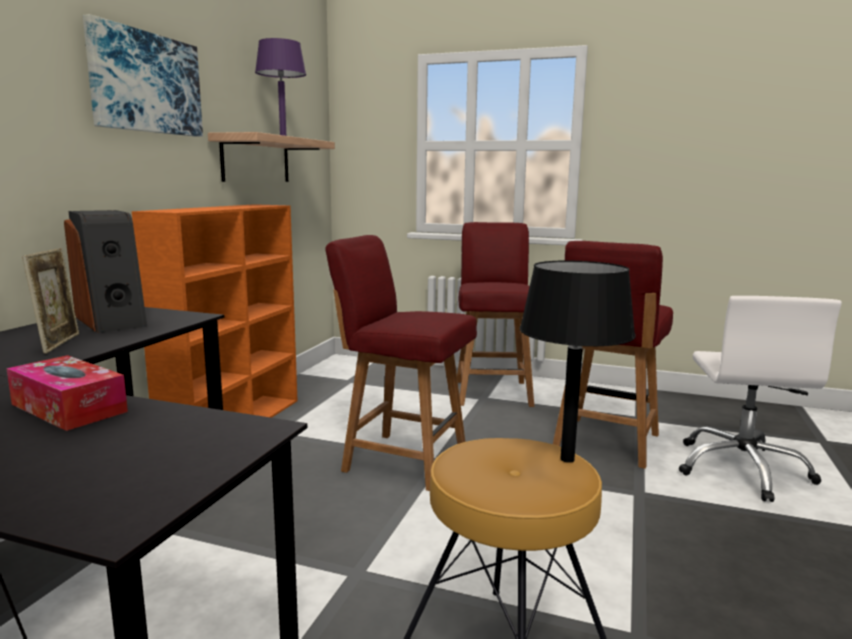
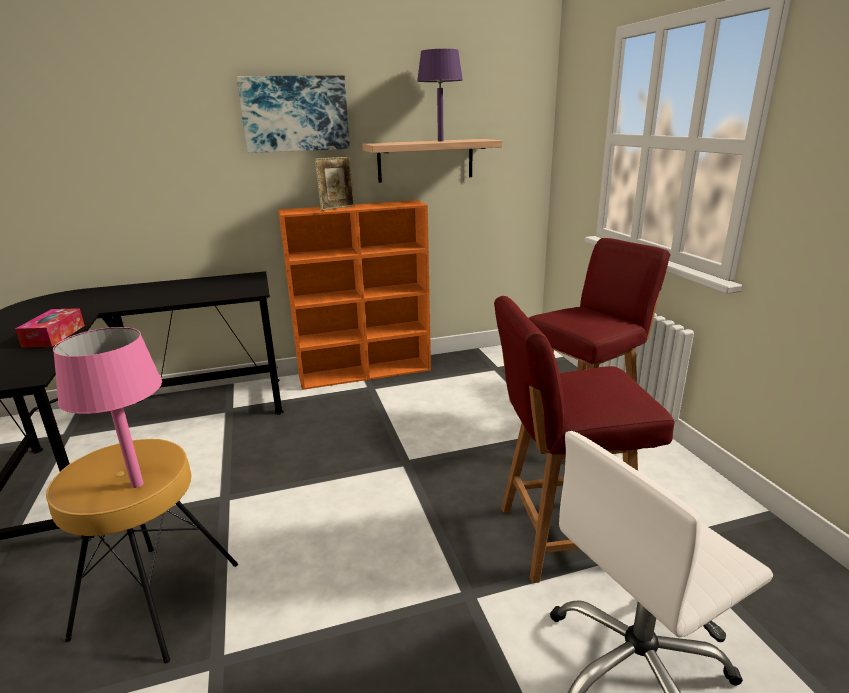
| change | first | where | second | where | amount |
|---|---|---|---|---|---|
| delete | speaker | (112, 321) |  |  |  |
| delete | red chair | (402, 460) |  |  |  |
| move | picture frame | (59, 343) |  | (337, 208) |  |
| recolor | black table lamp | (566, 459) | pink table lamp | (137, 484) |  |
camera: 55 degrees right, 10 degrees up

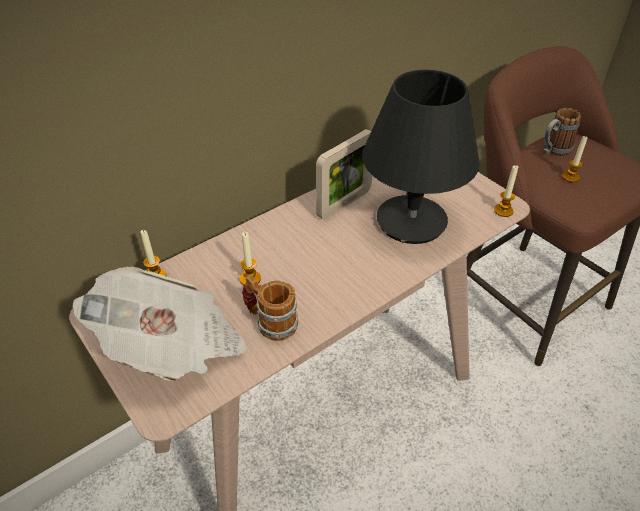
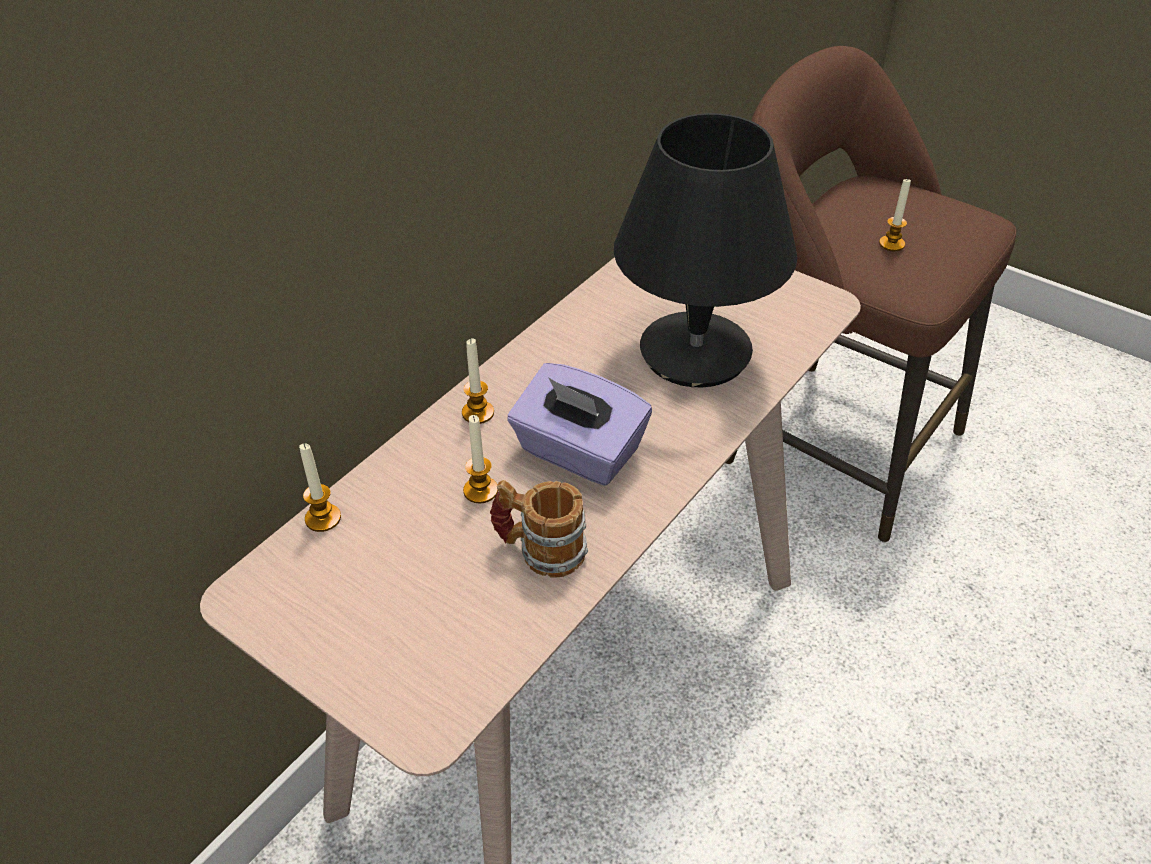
| change | first | where | second | where | amount |
|---|---|---|---|---|---|
| delete | newspaper | (173, 346) |  |  |  |
| delete | picture frame | (344, 203) |  |  |  |
| delete | mug | (553, 150) |  |  |  |
| insert |  |  | purple tissue box | (578, 452) |  |
| move | candle | (503, 211) |  | (478, 413) |  |
camera: 15 degrees left, 0 degrees up

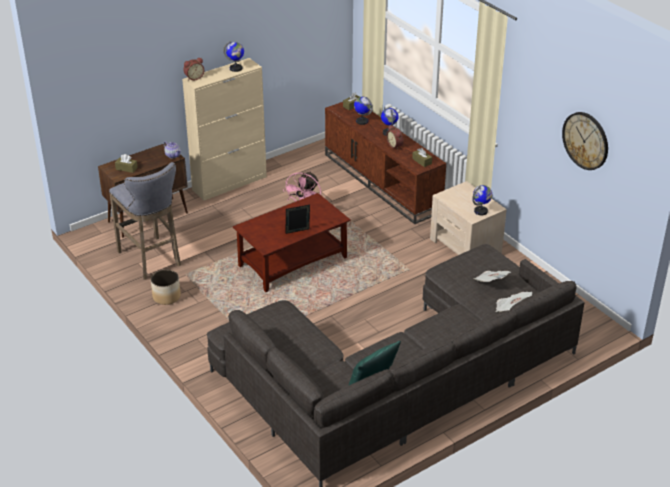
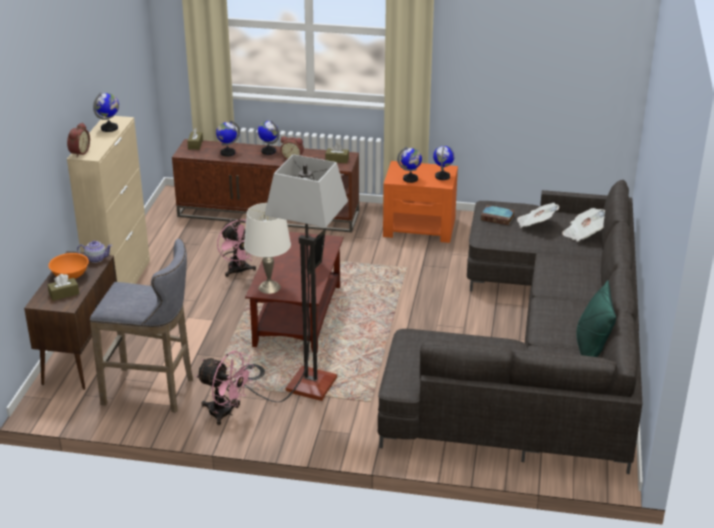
| change | first | where | second | where | amount |
|---|---|---|---|---|---|
| delete | wall clock | (585, 140) |  |  |  |
| insert |  |  | orange bowl | (70, 275) |  |
| insert |  |  | floor lamp | (296, 384) |  |
| insert |  |  | white table lamp | (269, 287) |  |
| insert |  |  | globe | (410, 179) |  |
| insert |  |  | book | (498, 217) |  |
| replace | planter | (167, 296) | pink fan | (226, 413) |  |
| recolor | beige nightstand | (465, 246) | orange nightstand | (420, 227) |  |
camera: 45 degrees left, 5 degrees down

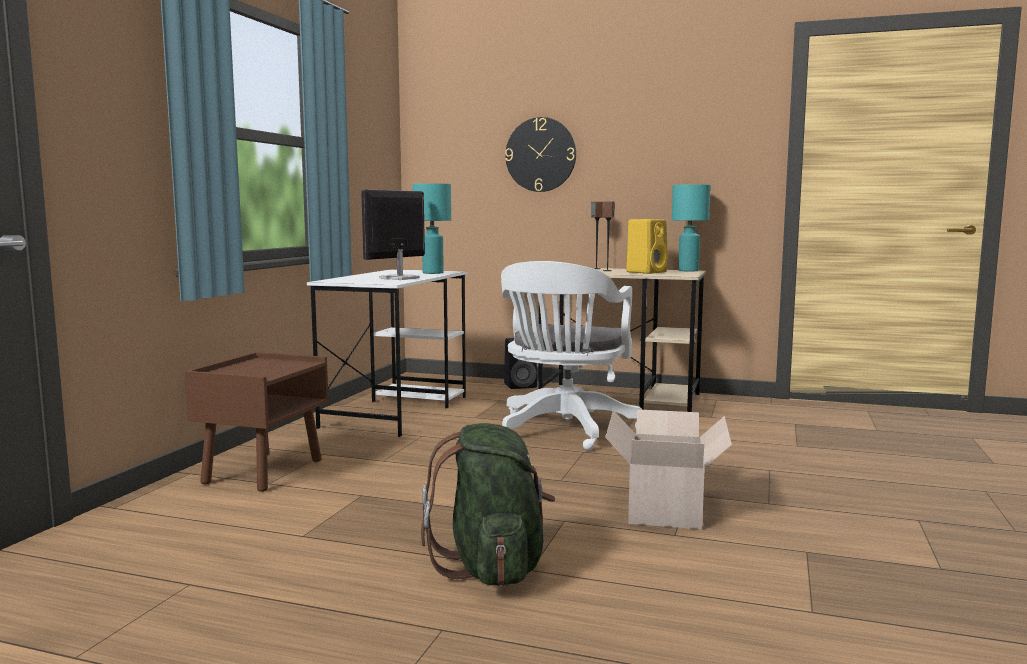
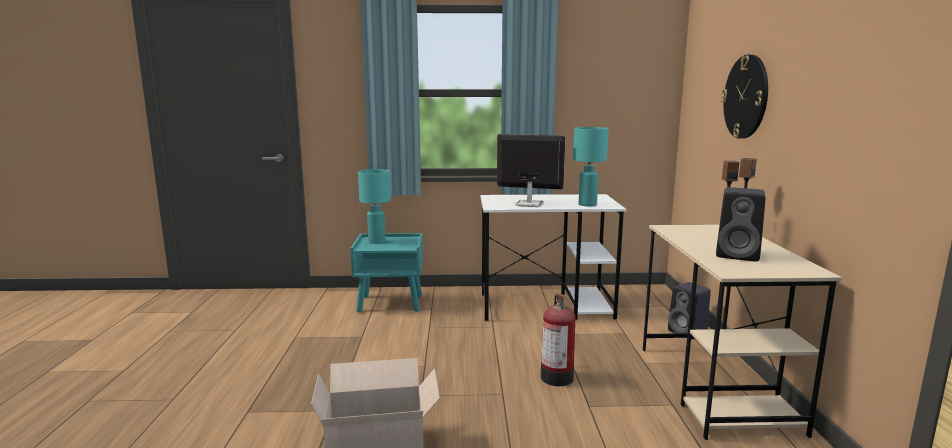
| change | first | where | second | where | amount |
|---|---|---|---|---|---|
| delete | green backpack | (492, 567) |  |  |  |
| move | turquoise table lamp | (688, 271) |  | (376, 241) |  |
| replace | white office chair | (564, 431) | fire extinguisher | (556, 376) |  |
| recolor | brown nightstand | (264, 471) | turquoise nightstand | (391, 303) |  |
| recolor | yellow speaker | (646, 272) | black speaker | (739, 255) |  |
camera: 70 degrees right, 5 degrees up

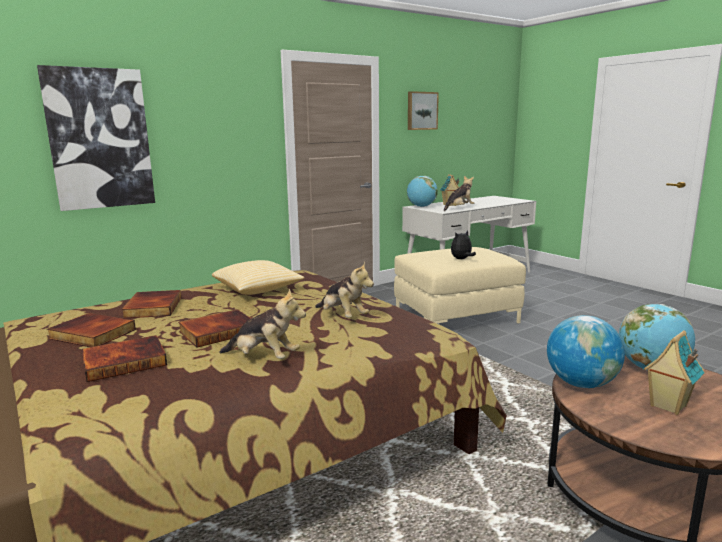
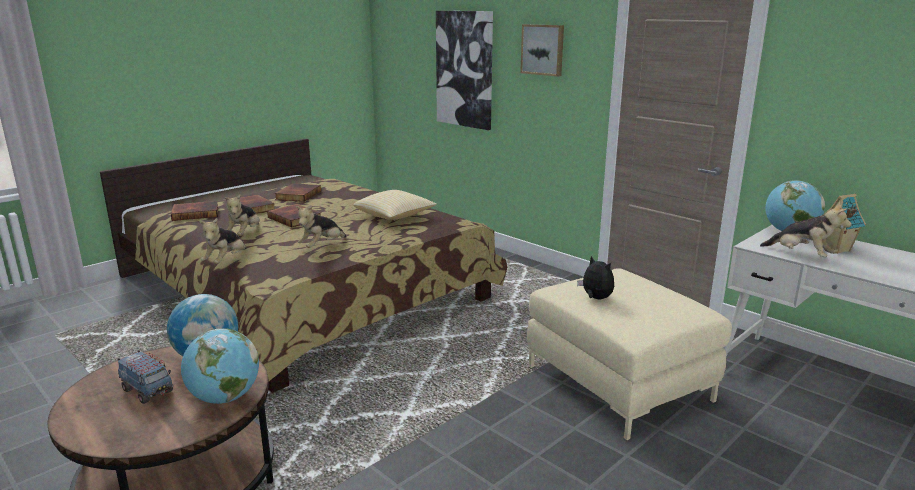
| change | first | where | second | where | amount |
|---|---|---|---|---|---|
| insert |  |  | plush toy | (226, 261) |  |
| move | book | (152, 307) |  | (196, 213) |  |
| move | picture | (421, 111) |  | (543, 49) |  |
| replace | toy house | (667, 406) | toy truck | (148, 391) |  |
camera: 80 degrees right, 5 degrees up

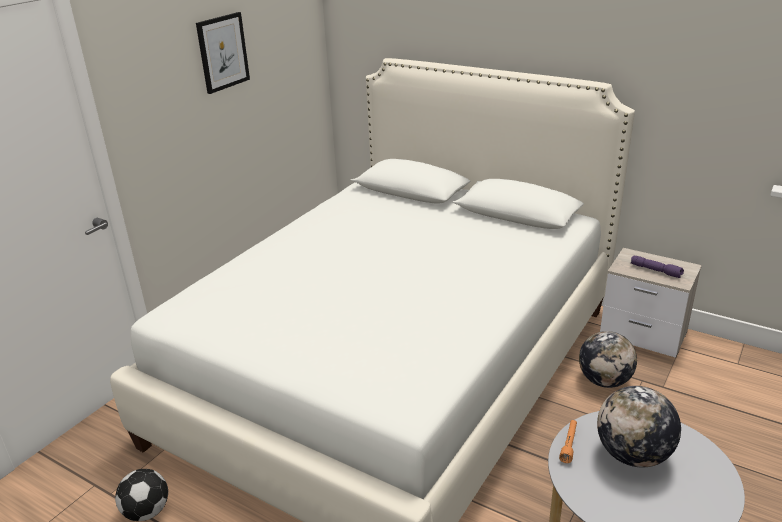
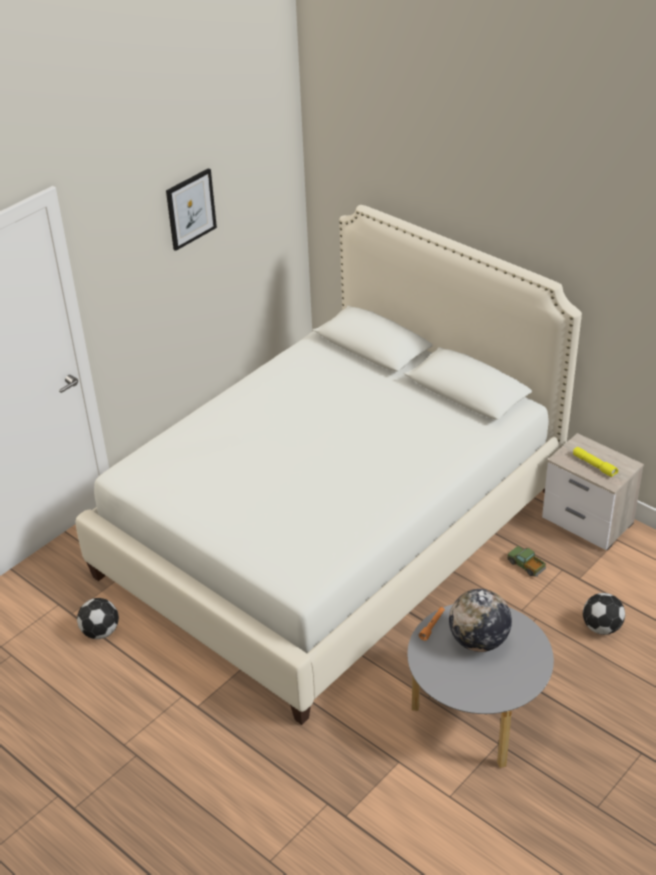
| change | first | where | second | where | amount |
|---|---|---|---|---|---|
| insert |  |  | football | (602, 627) |  |
| replace | globe | (604, 381) | toy truck | (526, 565) |  |
| recolor | purple flashlight | (656, 270) | yellow flashlight | (595, 465) |  |
camera: 10 degrees right, 10 degrees up

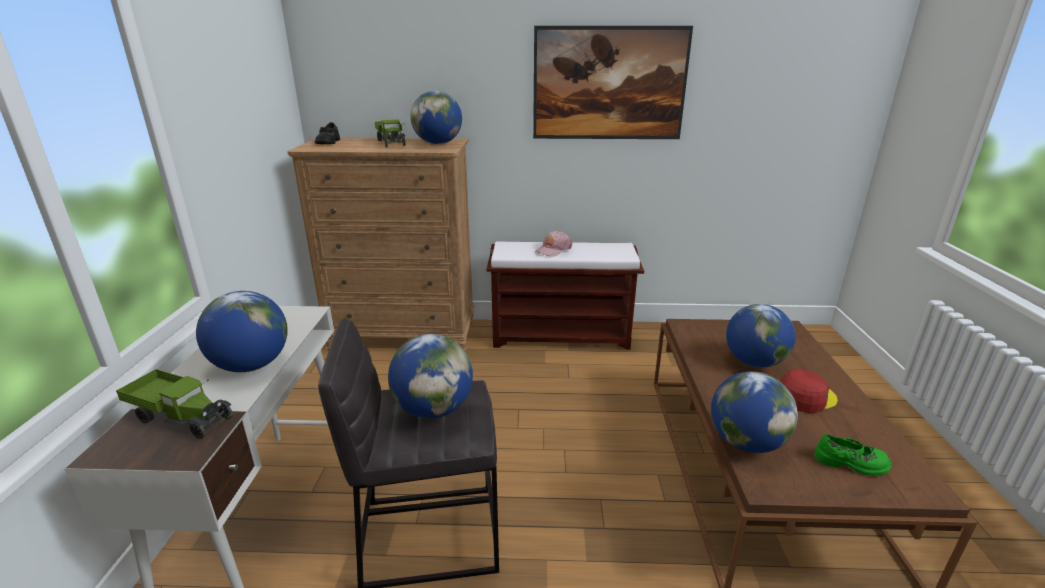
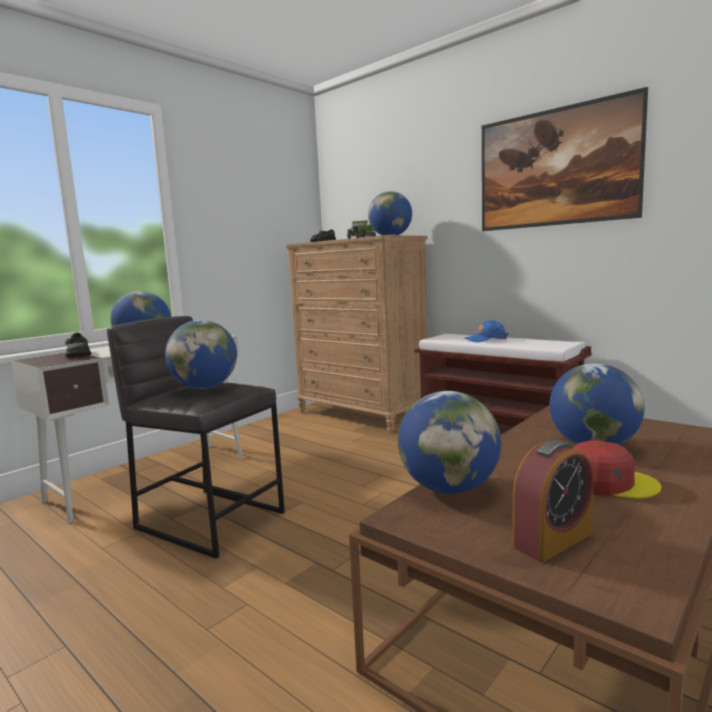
| change | first | where | second | where | amount |
|---|---|---|---|---|---|
| replace | toy truck | (181, 416) | black shoe | (78, 355) |  |
| replace | green shoe | (851, 463) | alarm clock | (552, 540) |  |
| recolor | pink cap | (553, 250) | blue cap | (486, 339) |  |
camera: 40 degrees right, 15 degrees down

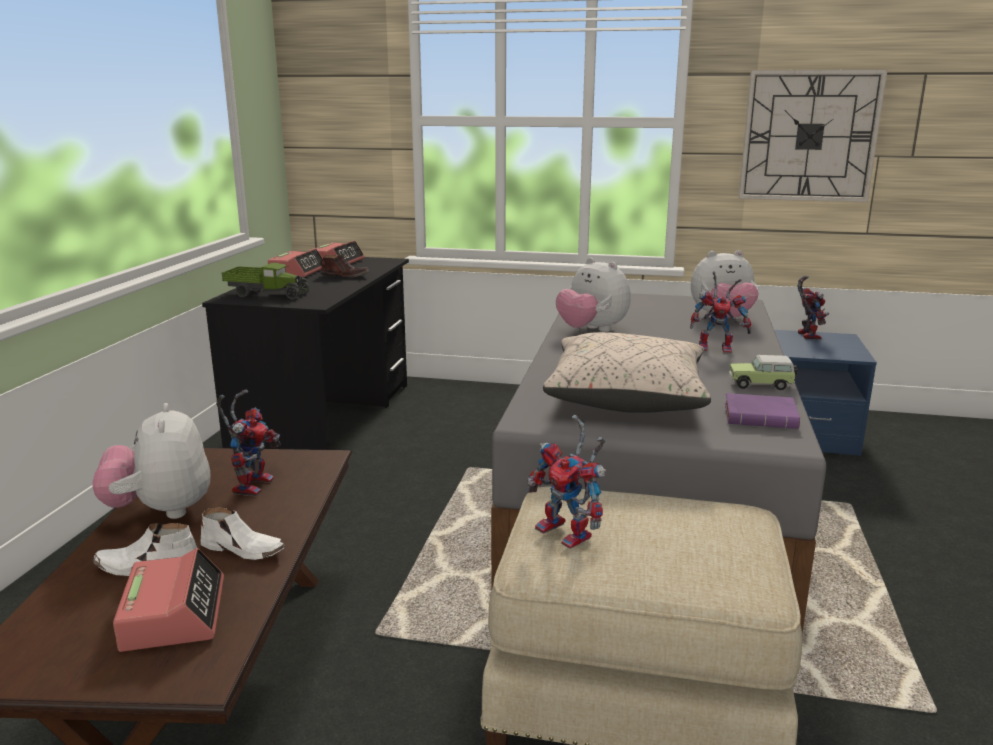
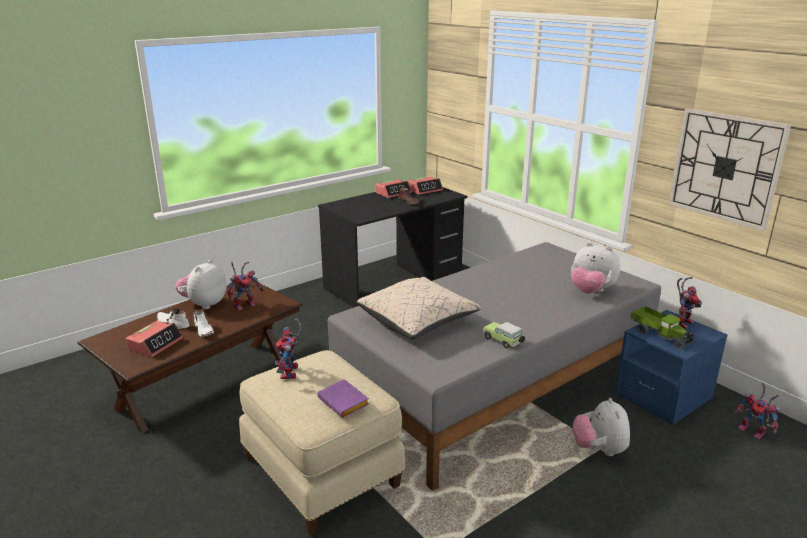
| change | first | where | second | where | amount |
|---|---|---|---|---|---|
| move | toy truck | (267, 294) |  | (660, 335) |  |
| move | plush toy | (591, 330) |  | (599, 449) |  |
| move | toy robot | (717, 348) |  | (754, 432) |  |
| move | purple book | (762, 418) |  | (345, 402) |  |
camera: 40 degrees right, 5 degrees up

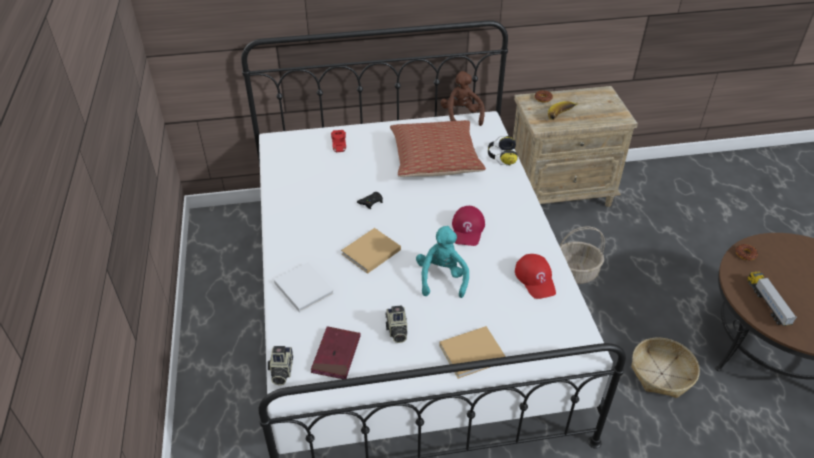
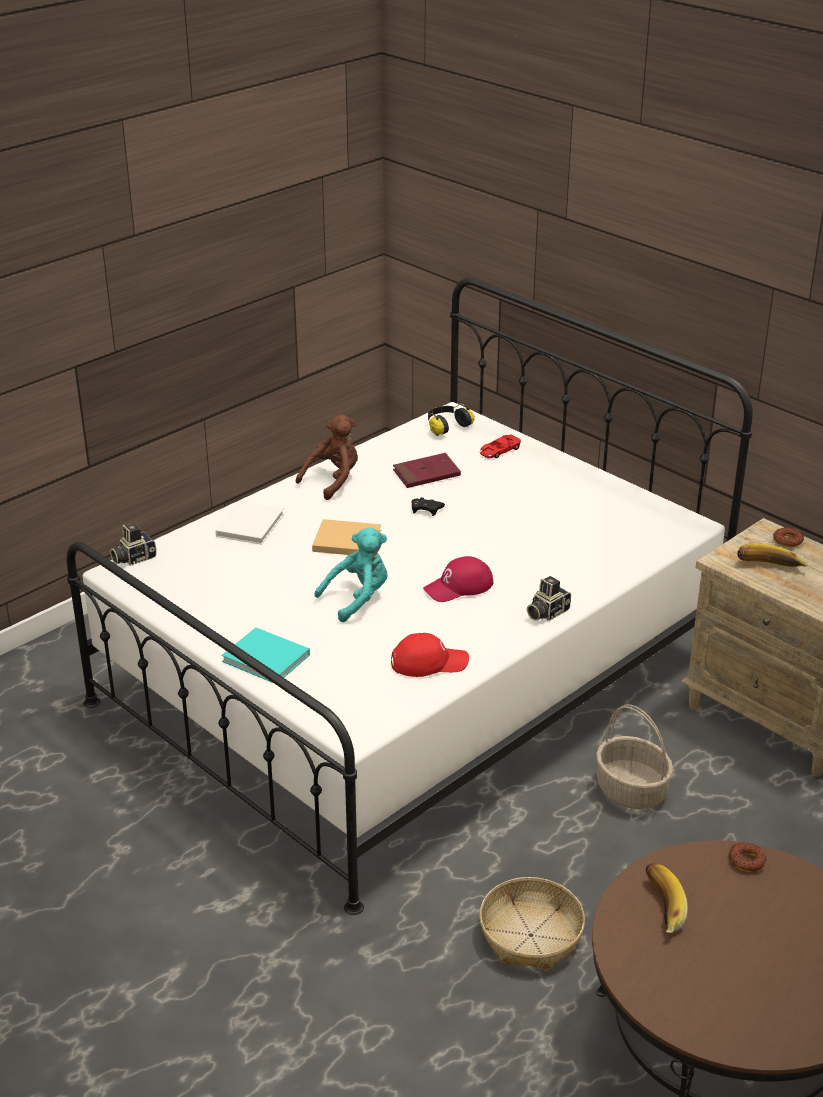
| change | first | where | second | where | amount |
|---|---|---|---|---|---|
| delete | pillow | (435, 159) |  |  |  |
| move | red book | (336, 354) |  | (426, 474) |  |
| move | photo camera | (396, 330) |  | (546, 612) |  |
| move | brown plush toy | (461, 116) |  | (333, 480) |  |
| move | headphones | (501, 156) |  | (447, 427) |  |
| replace | toy truck | (767, 303) | banana | (659, 908) |  |
| recolor | beige book | (474, 353) | turquoise book | (268, 659) |  |
| rotate | red cap | (536, 279) |  | (429, 662) | 135 degrees counterclockwise |
camera: 55 degrees right, 10 degrees down

